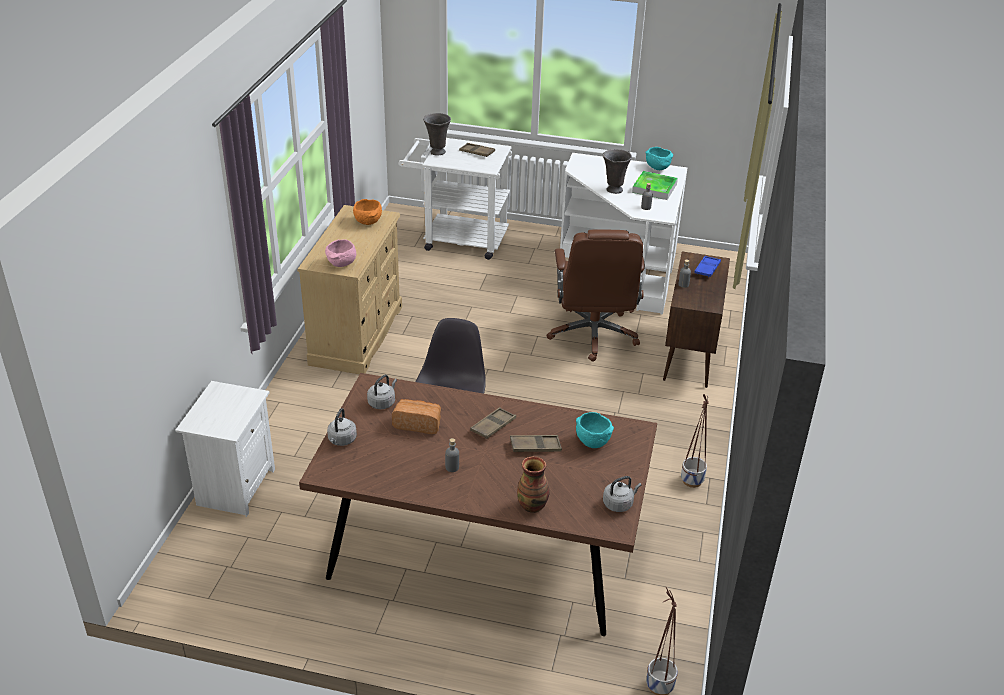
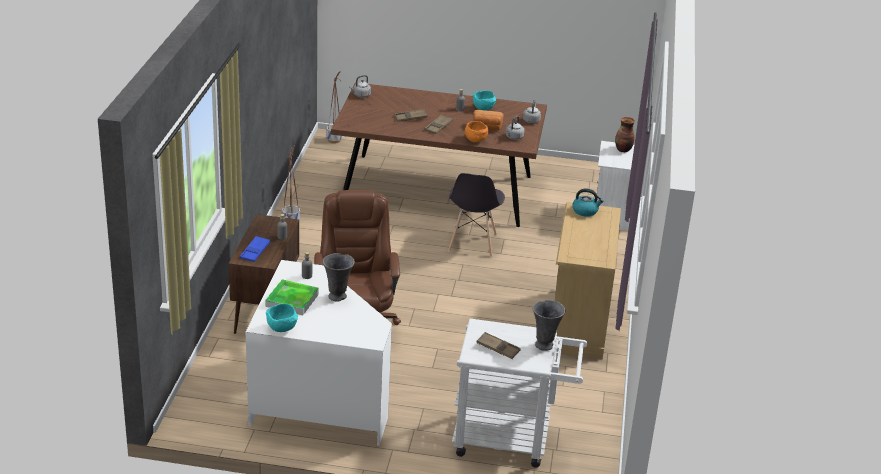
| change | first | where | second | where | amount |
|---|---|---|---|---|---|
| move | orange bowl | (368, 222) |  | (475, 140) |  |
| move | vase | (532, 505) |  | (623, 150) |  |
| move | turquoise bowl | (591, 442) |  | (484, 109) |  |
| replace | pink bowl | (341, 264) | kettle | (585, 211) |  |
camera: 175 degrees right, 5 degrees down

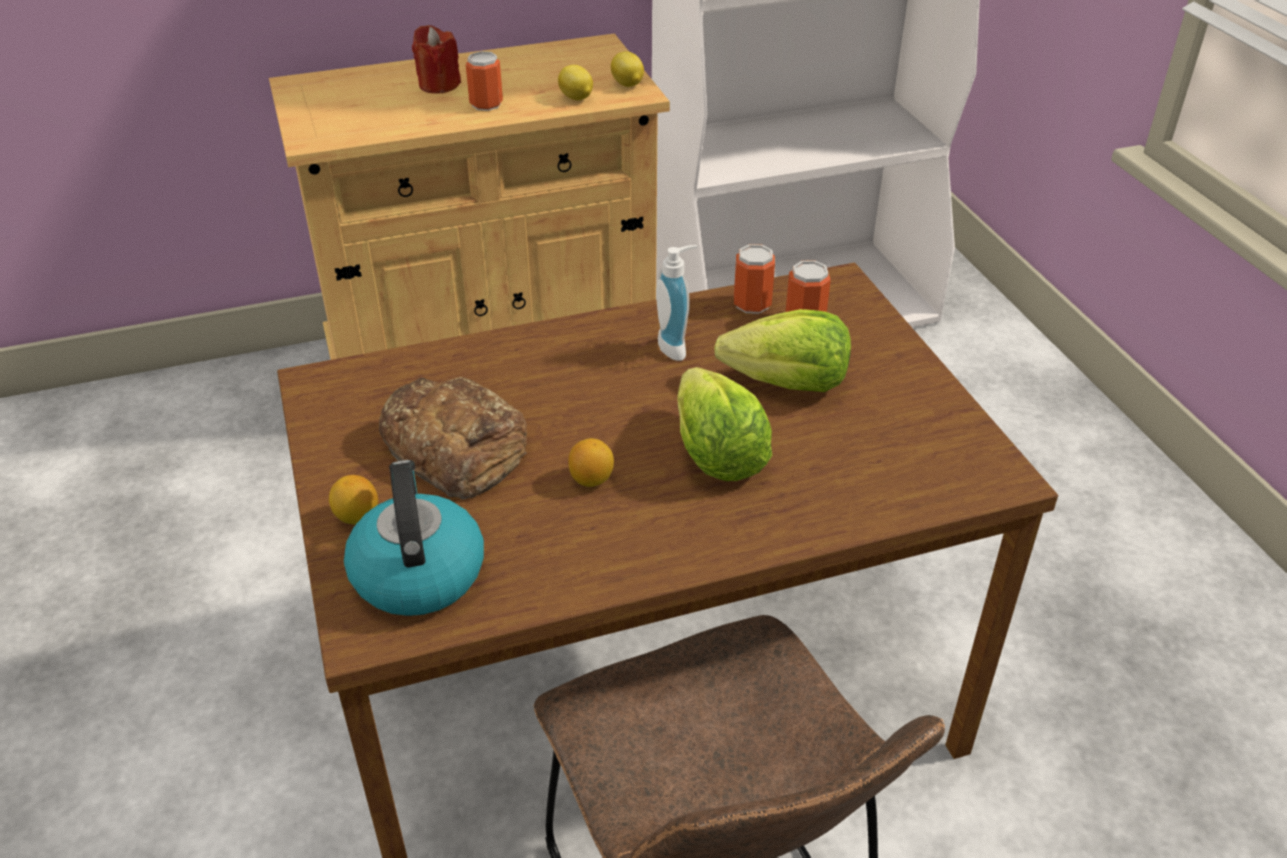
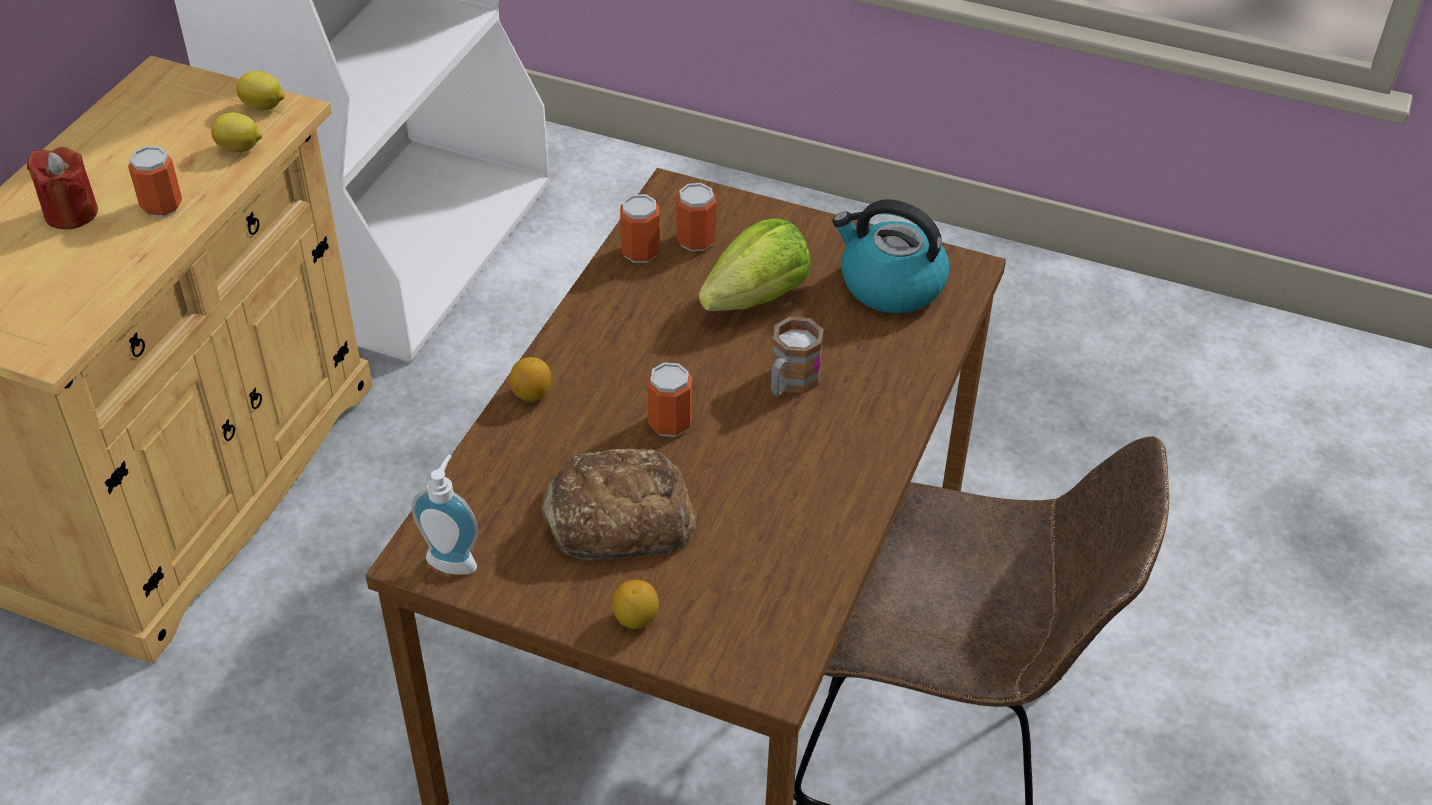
| change | first | where | second | where | amount |
|---|---|---|---|---|---|
| insert |  |  | can | (670, 423) |  |
| move | kettle | (417, 572) |  | (890, 285) |  |
| move | lemon | (591, 479) |  | (531, 394) |  |
| move | soap dispenser | (677, 347) |  | (454, 558) |  |
| replace | lettuce | (716, 454) | mug | (790, 383) |  |
camera: 50 degrees left, 5 degrees up

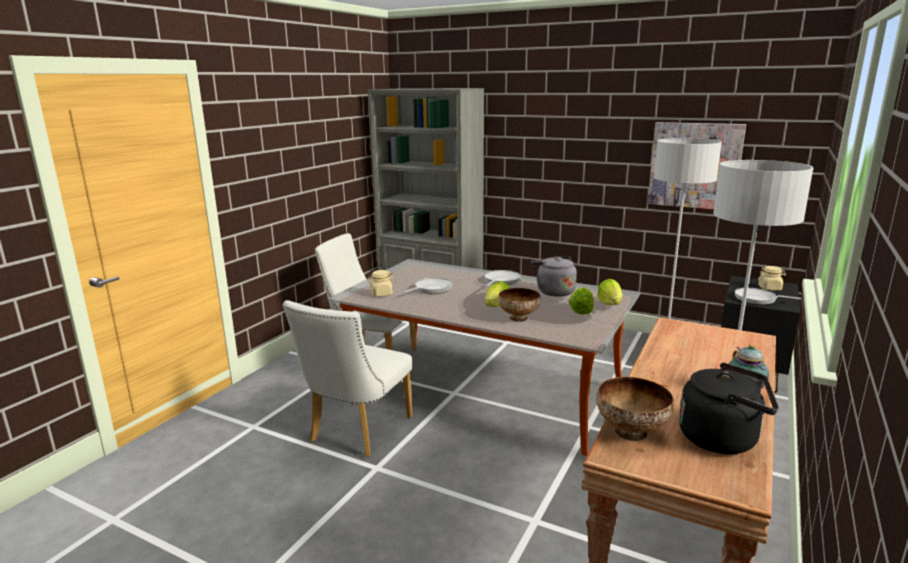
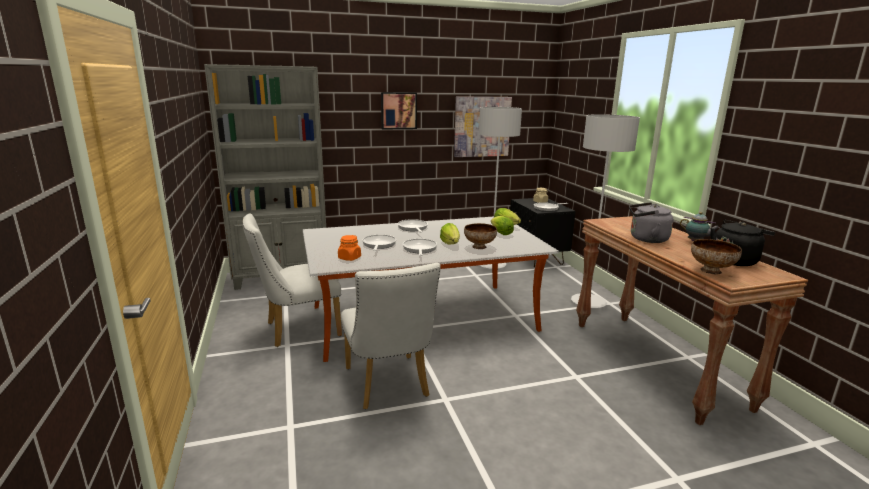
| change | first | where | second | where | amount |
|---|---|---|---|---|---|
| insert |  |  | picture | (398, 110) |  |
| insert |  |  | frying pan | (419, 249) |  |
| move | grey kettle | (553, 291) |  | (646, 239) |  |
| recolor | beige jar | (381, 294) | orange jar | (349, 258) |  |
camera: 45 degrees left, 0 degrees up

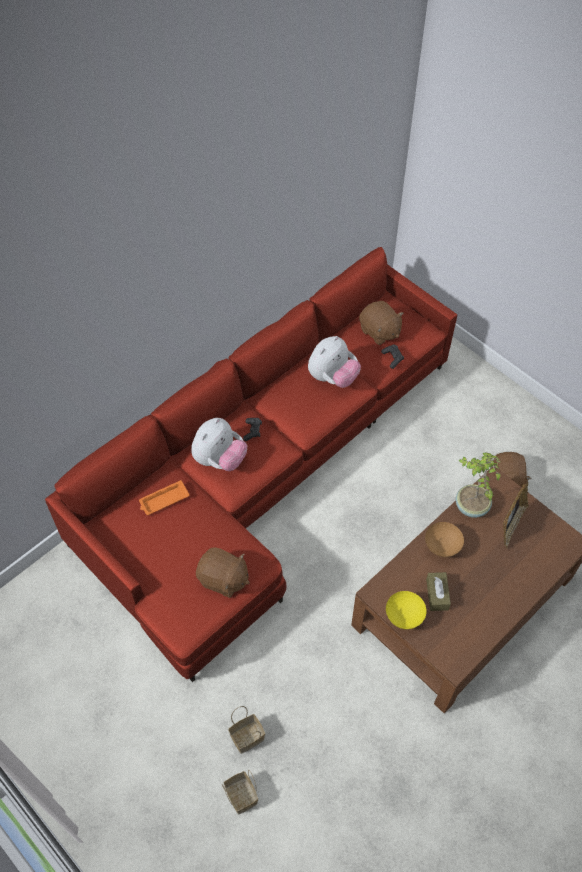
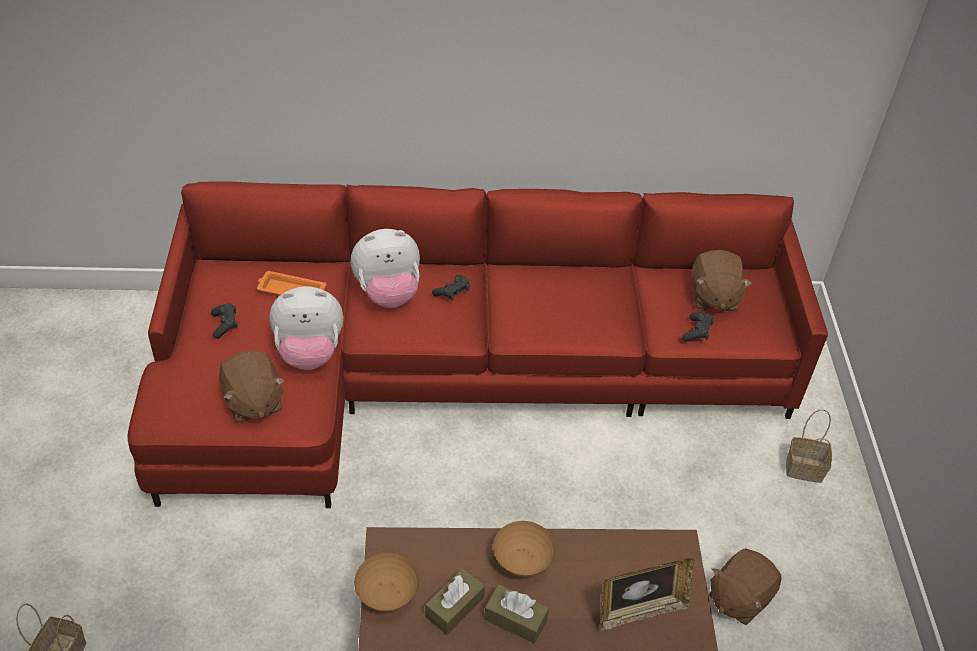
| change | first | where | second | where | amount |
|---|---|---|---|---|---|
| delete | potted plant | (470, 507) |  |  |  |
| insert |  |  | black game controller | (225, 325) |  |
| insert |  |  | brown tissue box | (515, 619) |  |
| move | basket | (248, 736) |  | (805, 468) |  |
| move | plush toy | (332, 377) |  | (309, 353) |  |
| recolor | yellow bowl | (404, 616) | brown bowl | (388, 597) |  |
camera: 40 degrees right, 10 degrees down

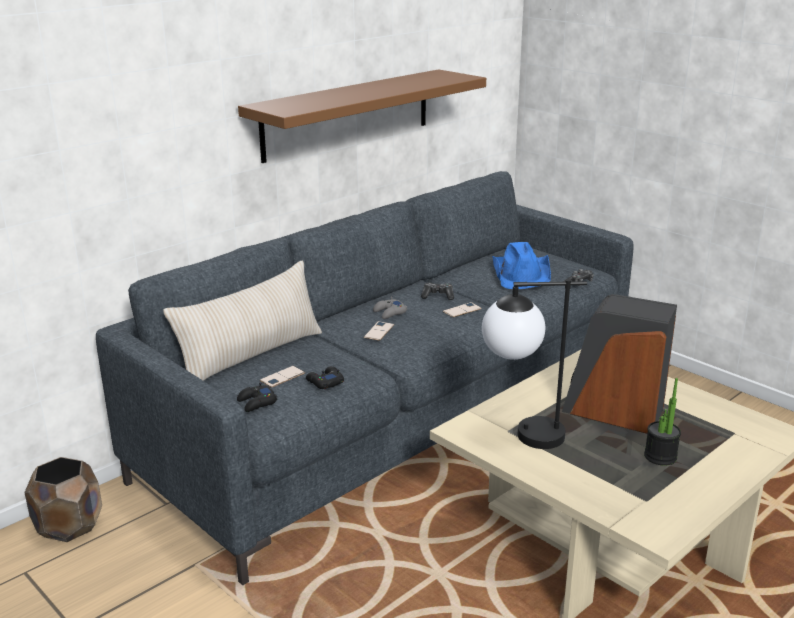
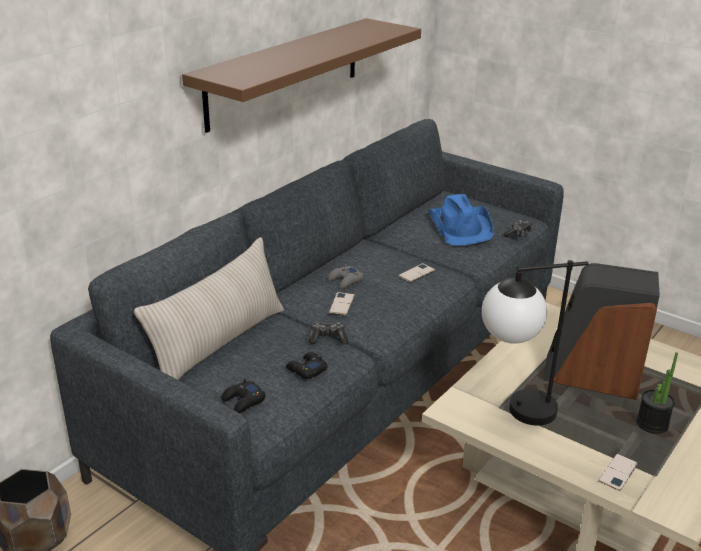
| change | first | where | second | where | amount |
|---|---|---|---|---|---|
| move | phone | (282, 377) |  | (618, 472) |  |
| move | game controller | (438, 296) |  | (328, 338) |  |
camera: 10 degrees left, 5 degrees up

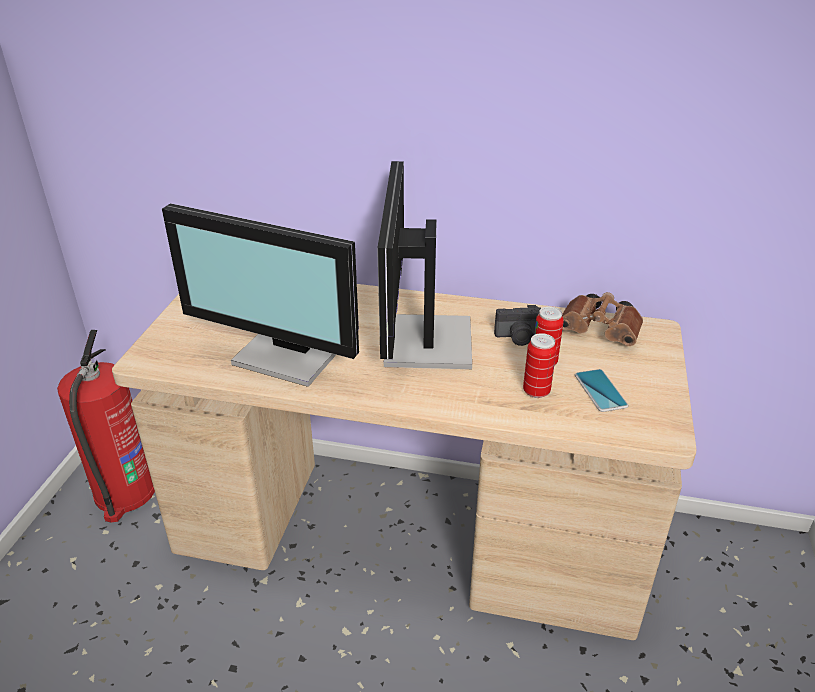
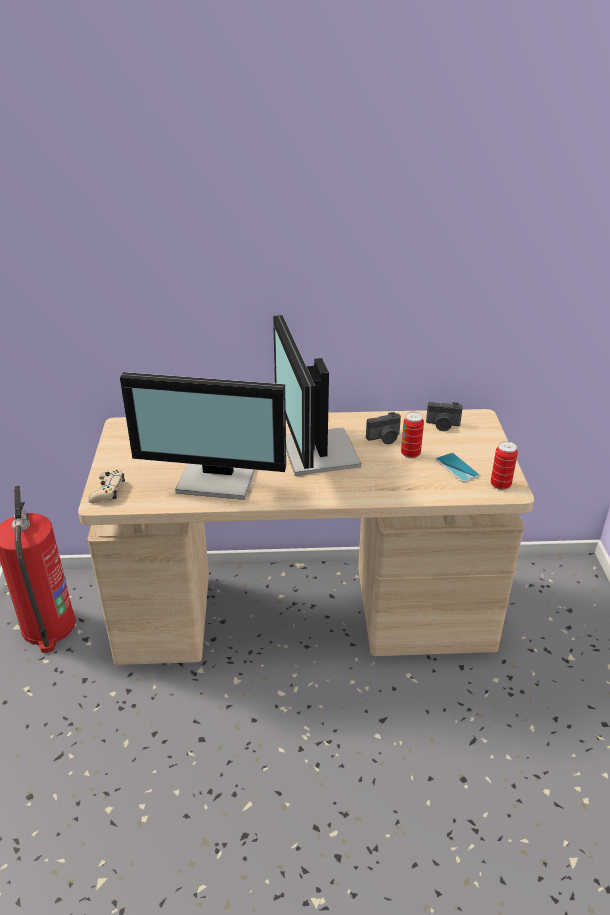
| change | first | where | second | where | amount |
|---|---|---|---|---|---|
| insert |  |  | beige game controller | (107, 491) |  |
| move | can | (536, 391) |  | (500, 485) |  |
| replace | brown binoculars | (601, 332) | photo camera | (442, 425) |  |
camera: 15 degrees left, 0 degrees up

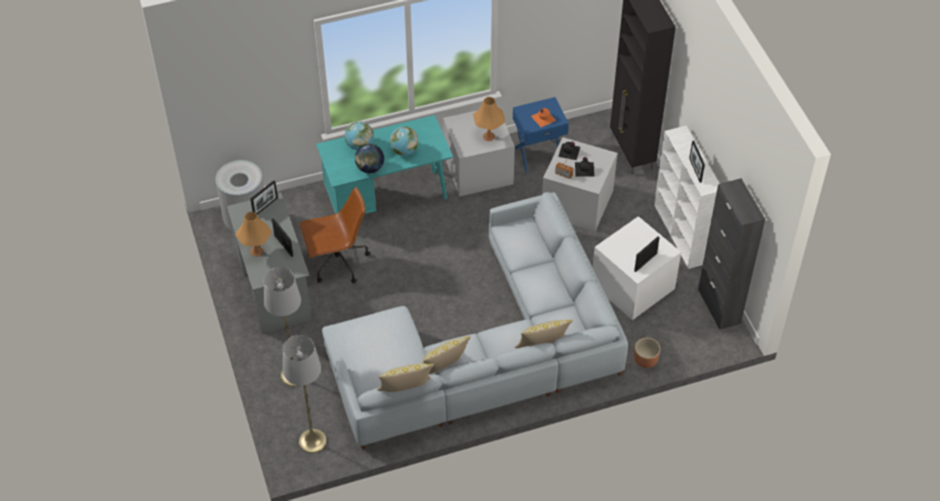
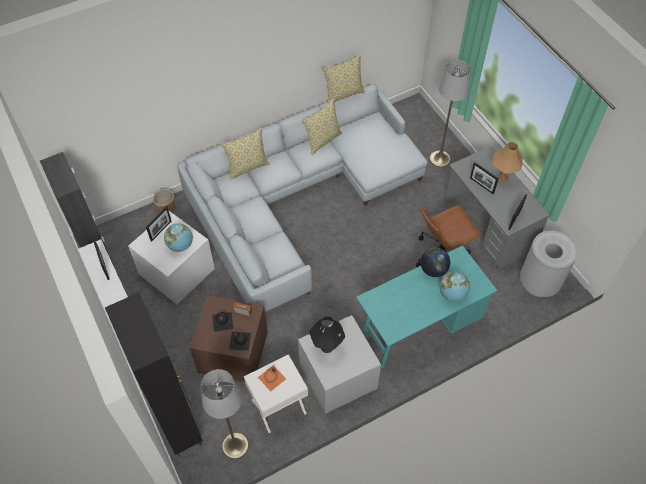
| change | first | where | second | where | amount |
|---|---|---|---|---|---|
| move | grey floor lamp | (312, 441) |  | (235, 445) |  |
| move | globe | (404, 151) |  | (180, 245) |  |
| recolor | orange table lamp | (488, 136) | black table lamp | (327, 347) |  |
| recolor | blue nightstand | (538, 154) | white nightstand | (279, 407) |  |
| recolor | grey storage box | (578, 202) | brown storage box | (232, 353) |  |
camera: 170 degrees right, 5 degrees up

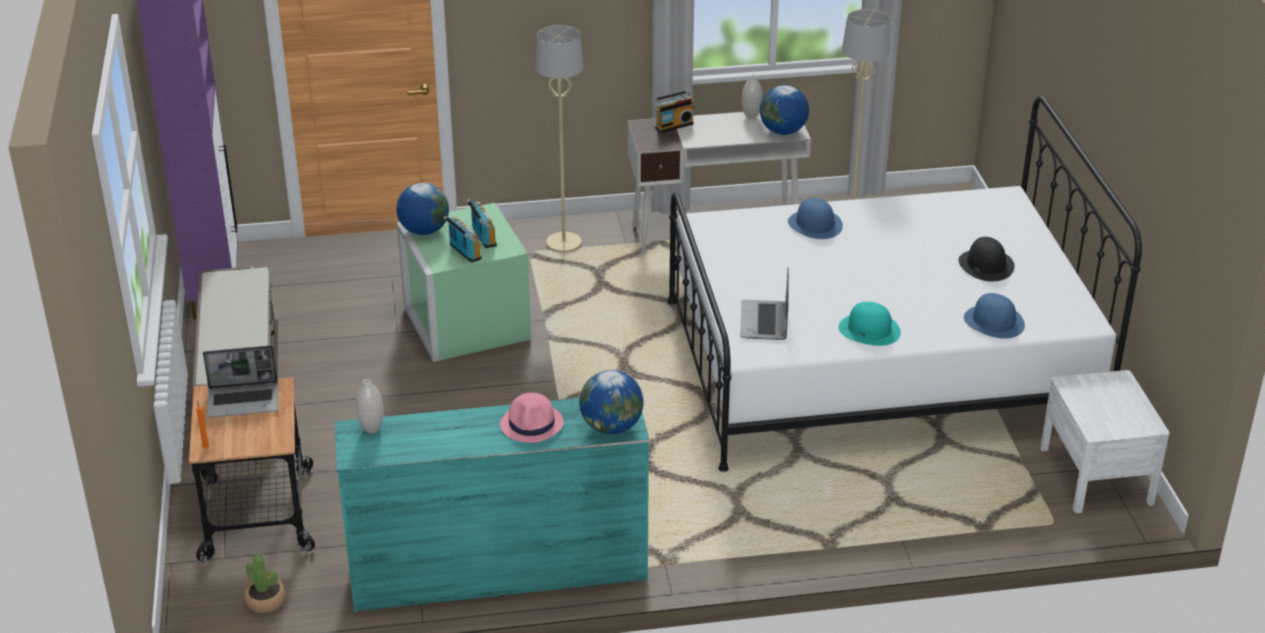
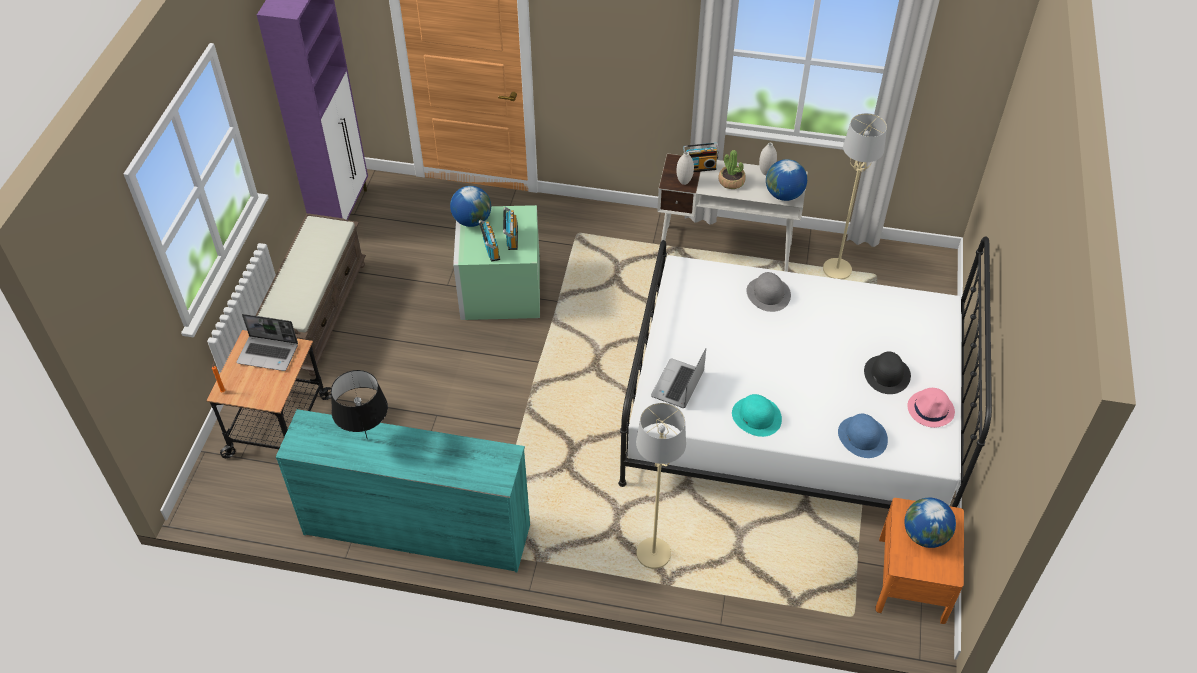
| change | first | where | second | where | amount |
|---|---|---|---|---|---|
| insert |  |  | black table lamp | (367, 438) |  |
| move | potted plant | (266, 601) |  | (731, 181) |  |
| move | white vase | (371, 429) |  | (684, 182) |  |
| move | pink hat | (532, 424) |  | (931, 409) |  |
| move | beige floor lamp | (563, 244) |  | (653, 554) |  |
| move | globe | (611, 427) |  | (925, 535) |  |
| recolor | blue hat | (815, 224) | grey hat | (768, 294) |  |
| recolor | white nightstand | (1096, 475) | orange nightstand | (912, 579) |  |
camera: 20 degrees right, 15 degrees up

